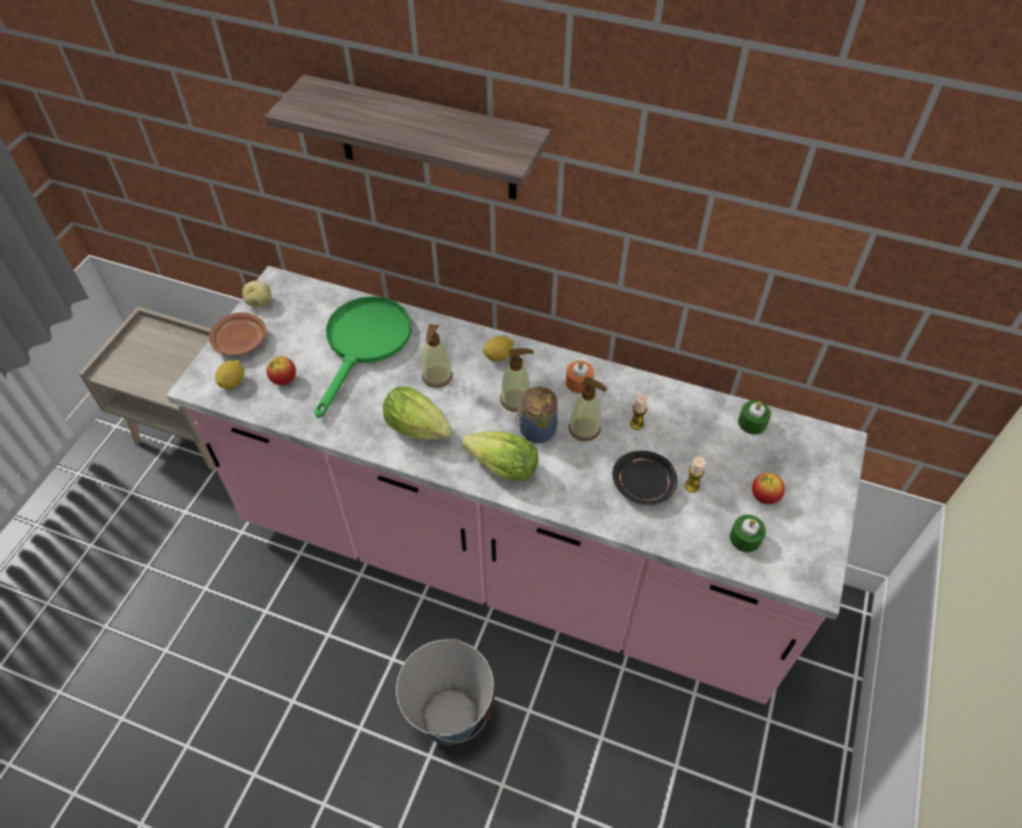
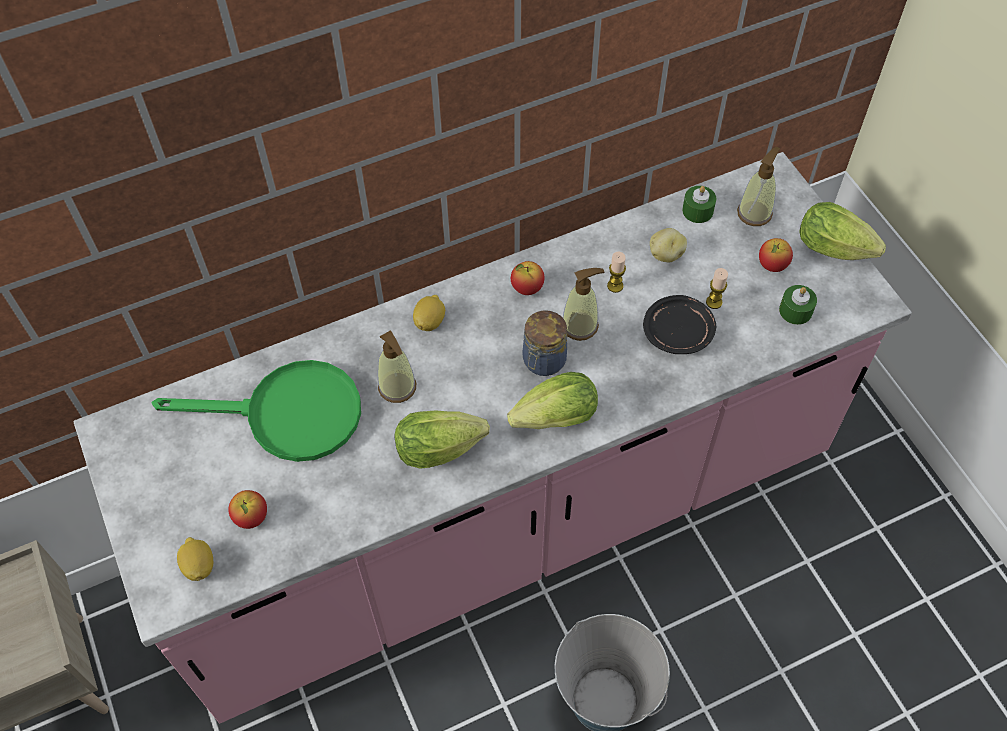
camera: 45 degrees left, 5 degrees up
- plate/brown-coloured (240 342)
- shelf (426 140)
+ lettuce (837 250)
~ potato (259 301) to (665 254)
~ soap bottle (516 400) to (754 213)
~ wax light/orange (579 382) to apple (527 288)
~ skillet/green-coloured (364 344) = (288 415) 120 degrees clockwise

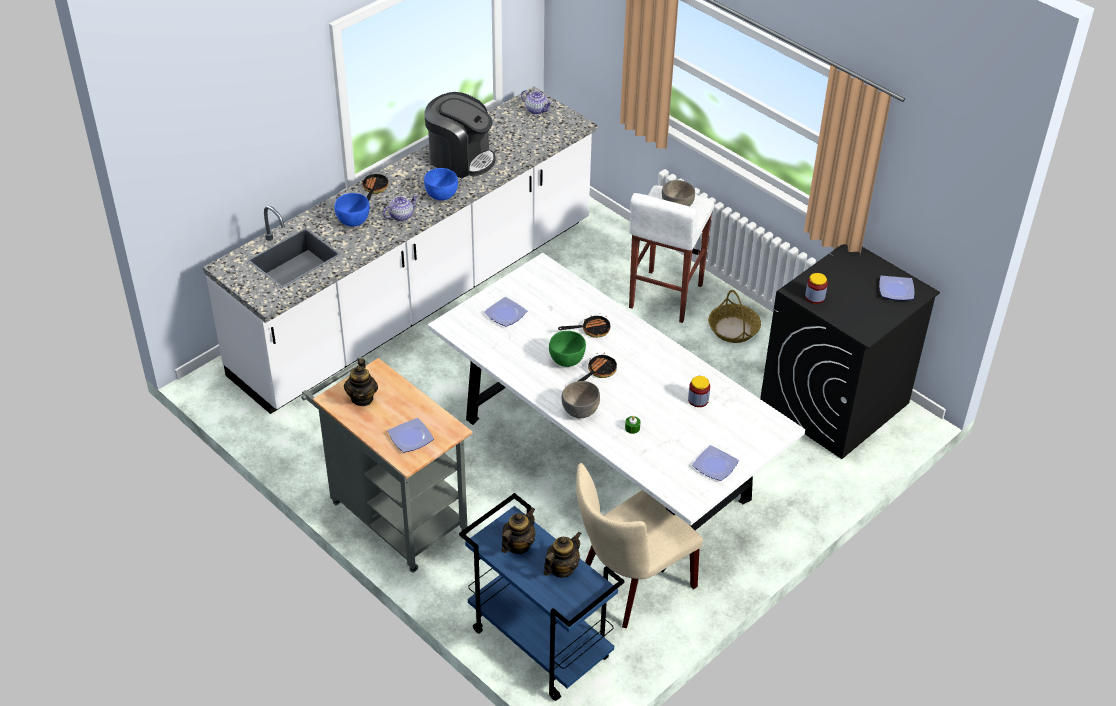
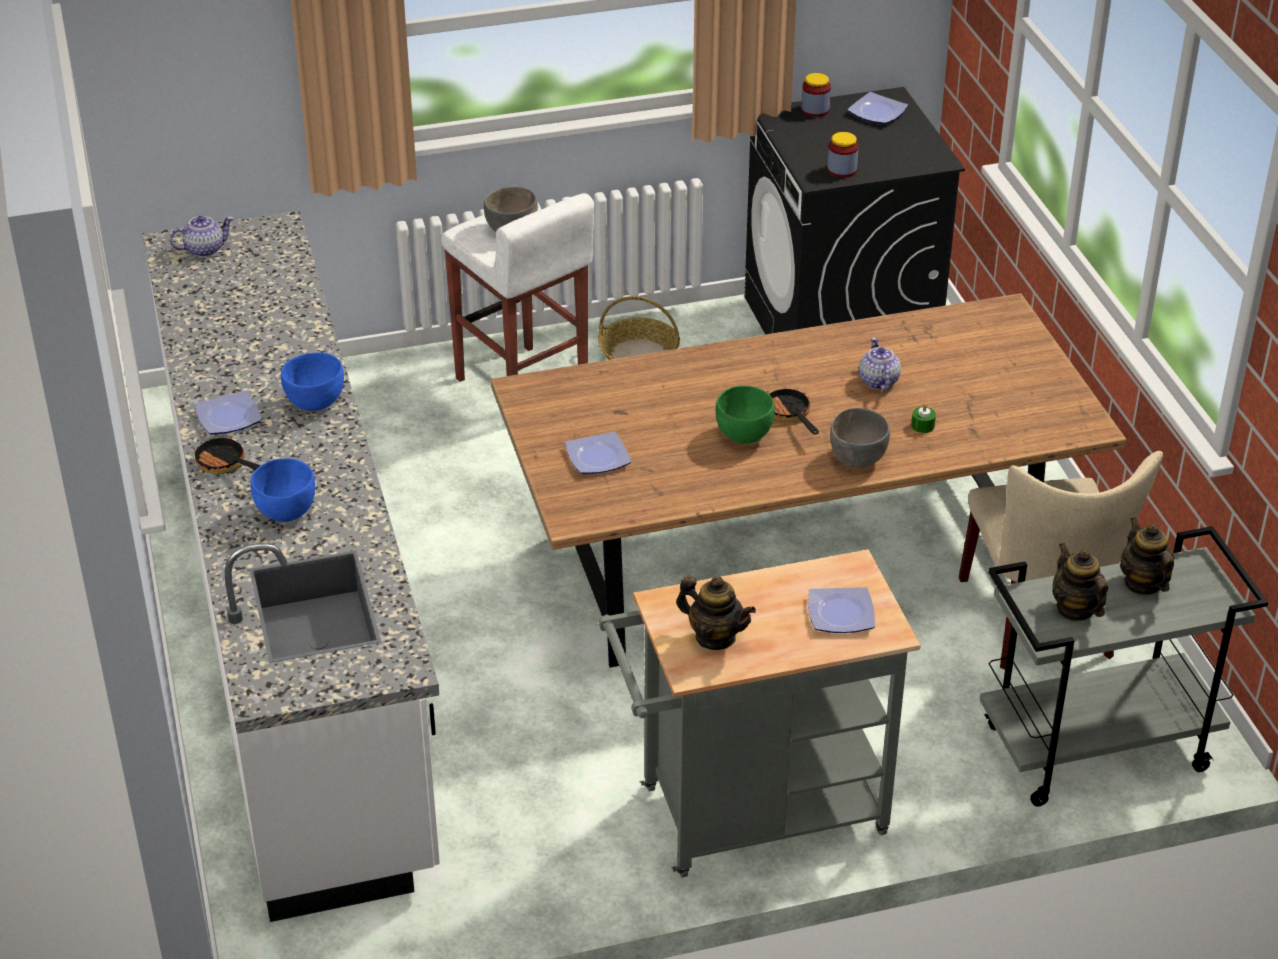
camera: 60 degrees left, 5 degrees down
- coffee brewer (460 158)
- skillet (591 330)
~ teapot (401 216) to (877 381)
~ jar (698 400) to (815 110)
~ plate (716 465) to (229 416)
~ dinner table/whitish (605 459) to dinner table/brown-coloured (794 559)
~ cart/blue (538 644) to cart/greyish (1095 750)

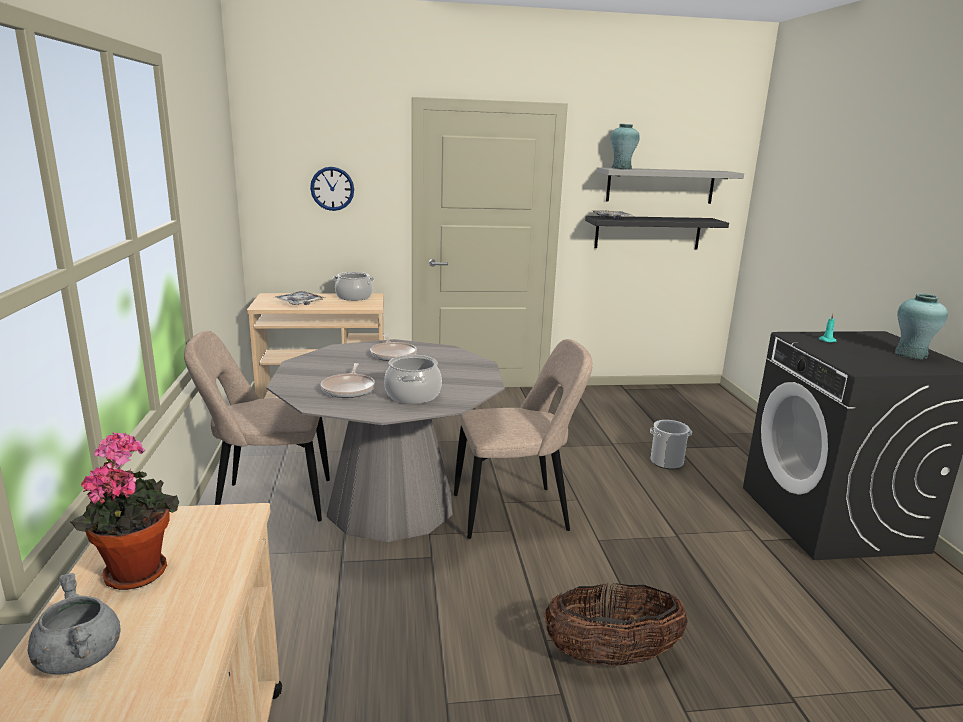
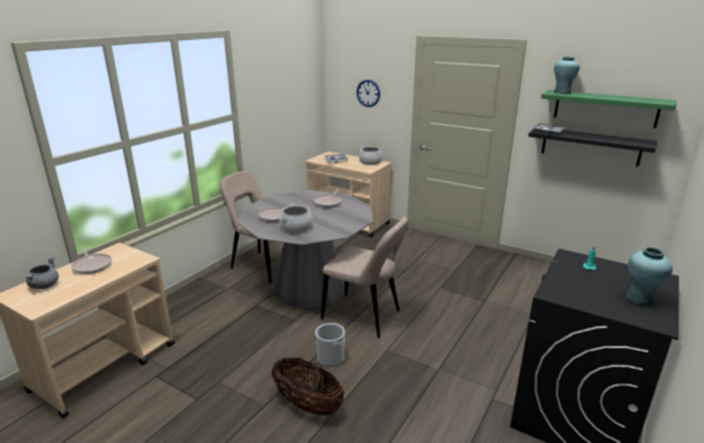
camera: 40 degrees right, 5 degrees up
~ bucket (666 462) to (330 358)
~ plant in a pot (136 570) to skillet (92 266)
~ shelf/greyish (660 185) to shelf/green-coloured (605 108)

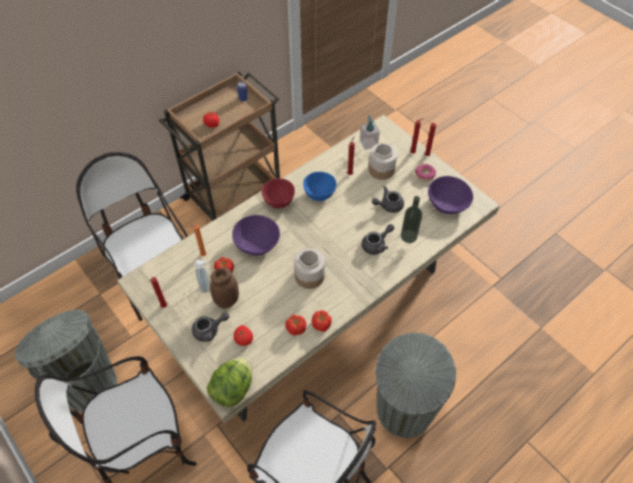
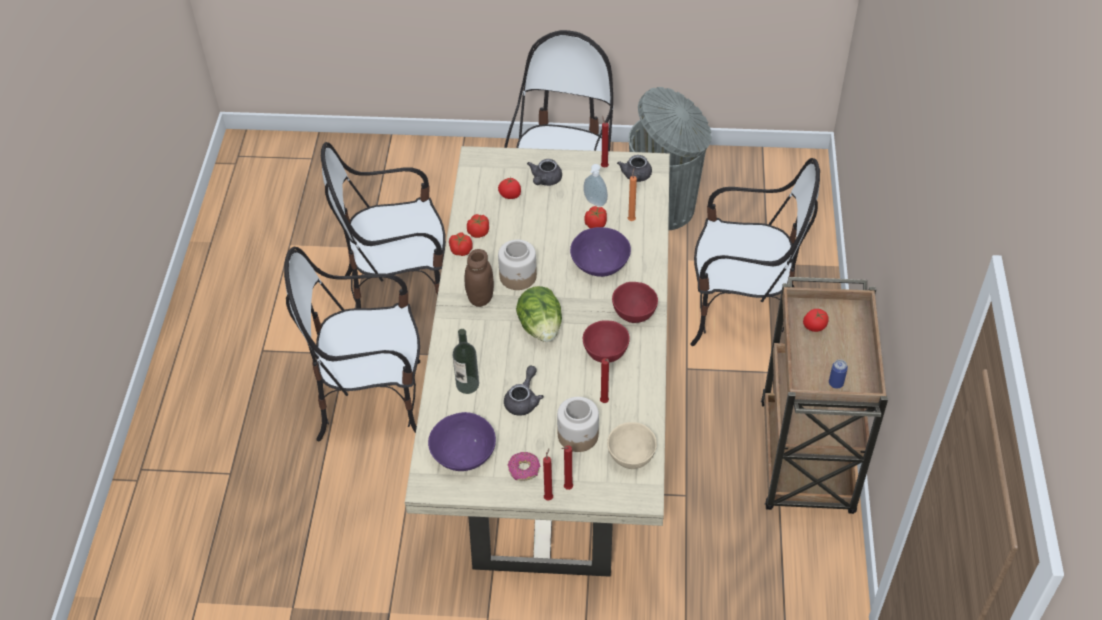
camera: 135 degrees right, 5 degrees down
~ lettuce (233 389) to (540 327)
~ jar/brown-coloured (227 301) to (480 298)
~ teapot/greyish (376 244) to (635 177)
~ soap bottle (368 143) to serving bowl/sand-coloured (631 457)
~ trash can/greyish (403 412) to chair (372 402)
~ serving bowl/blue (319 194) to serving bowl/red-coloured (606 353)

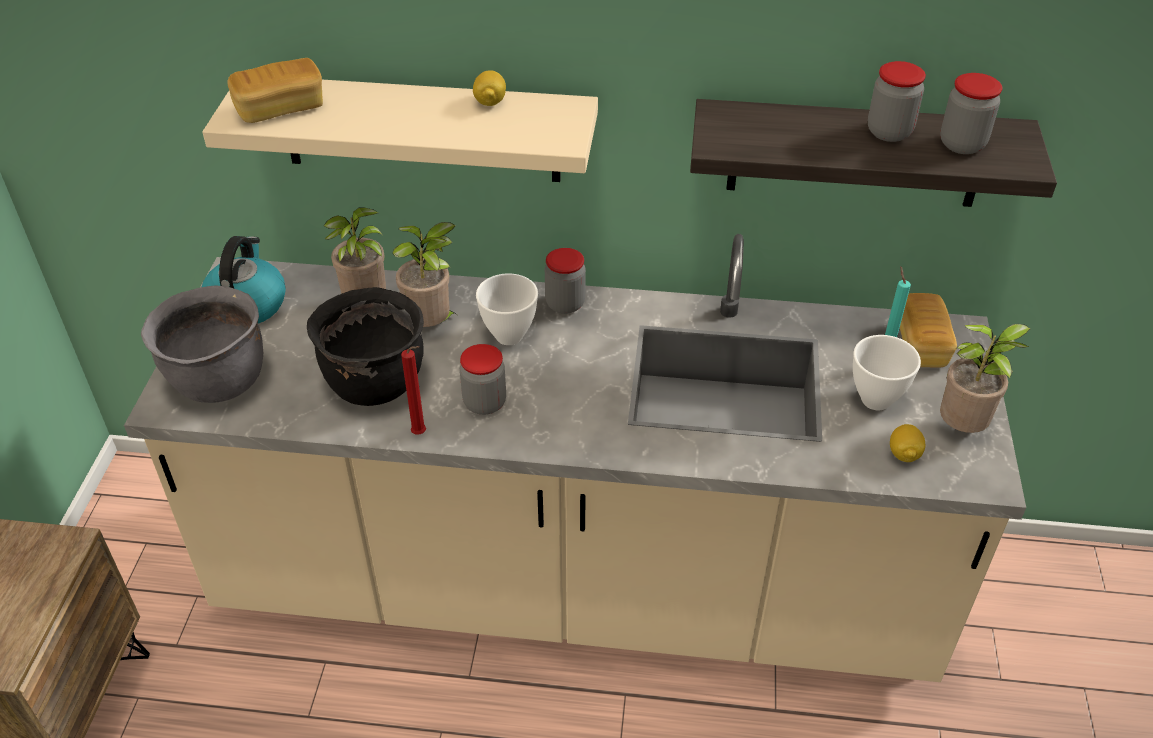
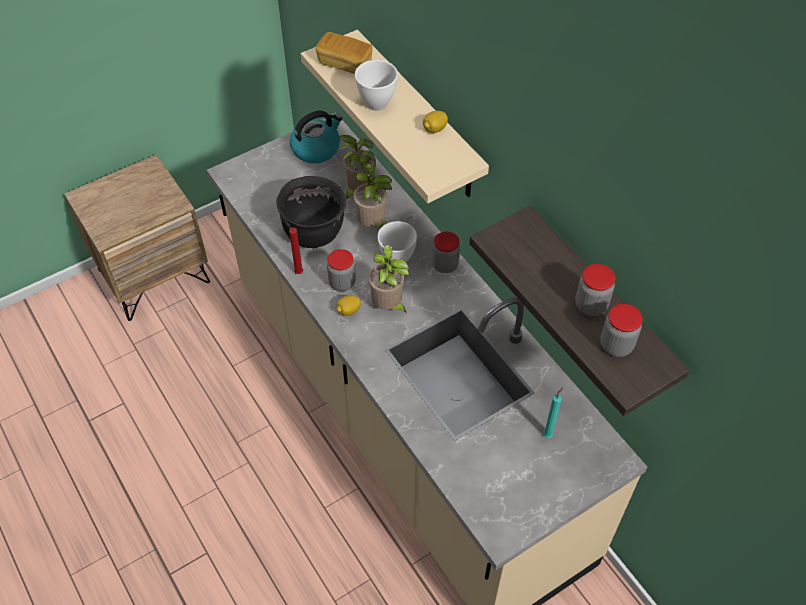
camera: 50 degrees right, 10 degrees up
- saucepot/greyish (218 381)
- bakery bread (921 345)
~ serving bowl/whitish (877 399) to (378 104)
~ lemon (904 454) to (348 311)
~ plant in a pot (963 429) to (388 306)

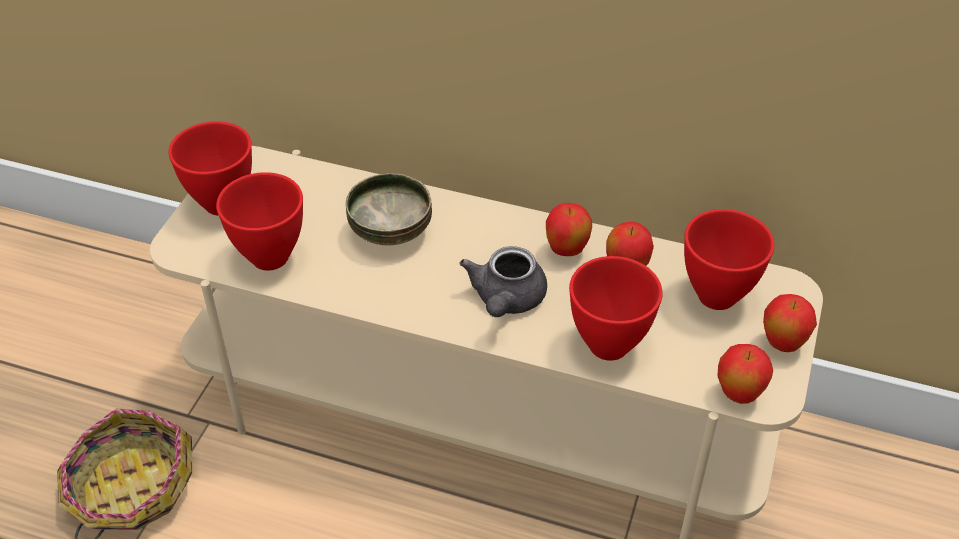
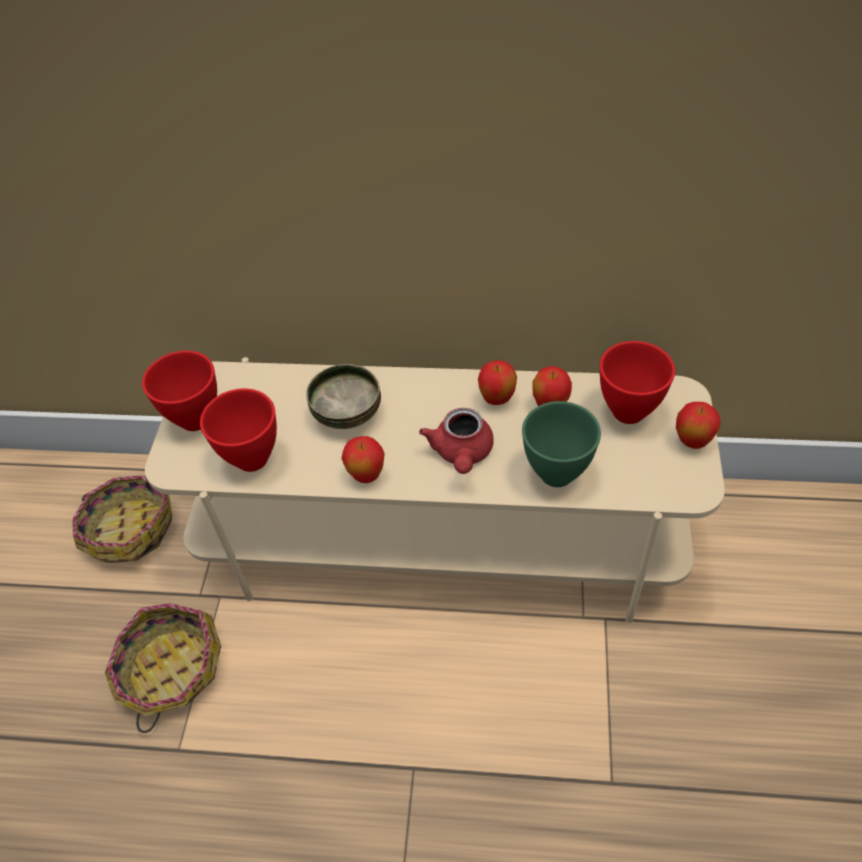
camera: 10 degrees left, 5 degrees up
+ storage basket (129 528)
~ apple (738 394) to (366 475)
~ teapot/greyish (506 300) to teapot/red-coloured (461 453)
~ serving bowl/red-coloured (606 346) to serving bowl/green-coloured (555 475)

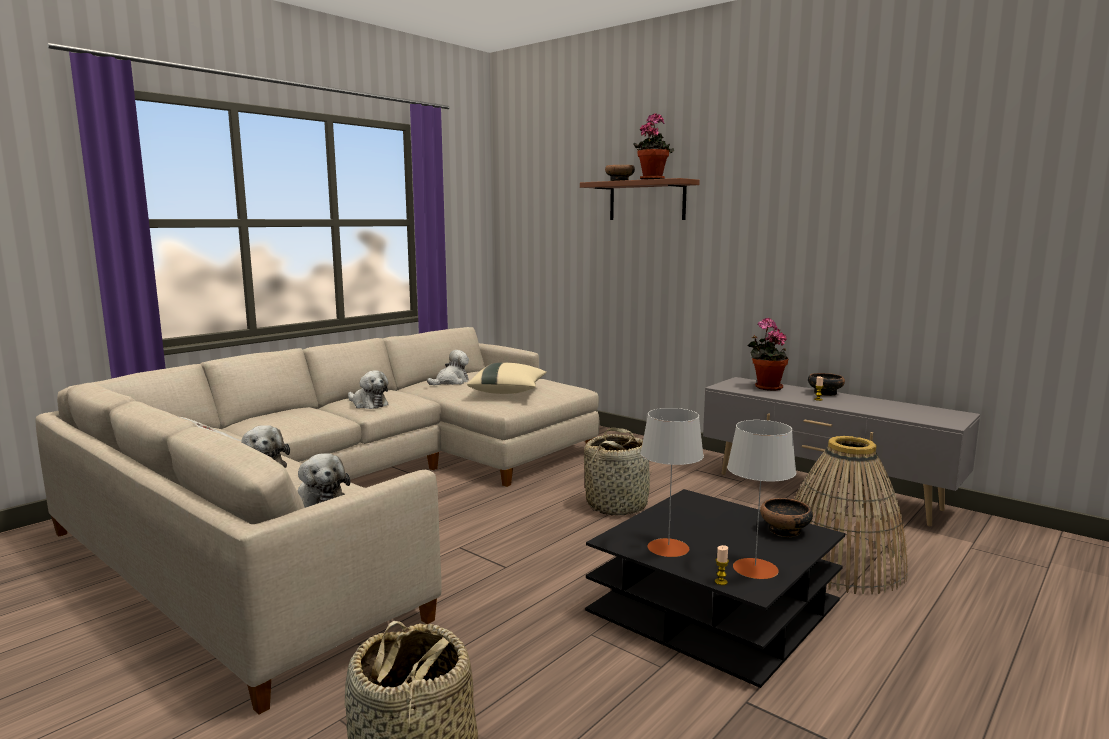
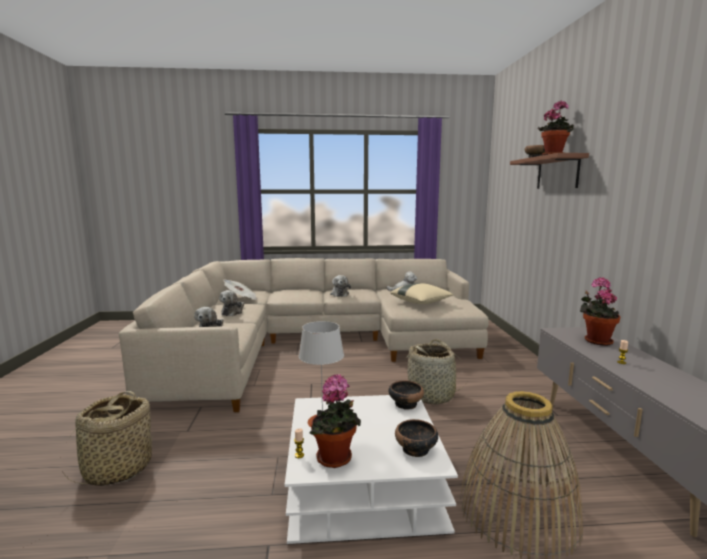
camera: 45 degrees right, 0 degrees up
~ serving bowl (824 393) to (405 403)
~ lamp for a table/greyish (755 568) to plant in a pot (336 460)
~ lounge table/blackish (714 608) to lounge table/whitish (363 483)

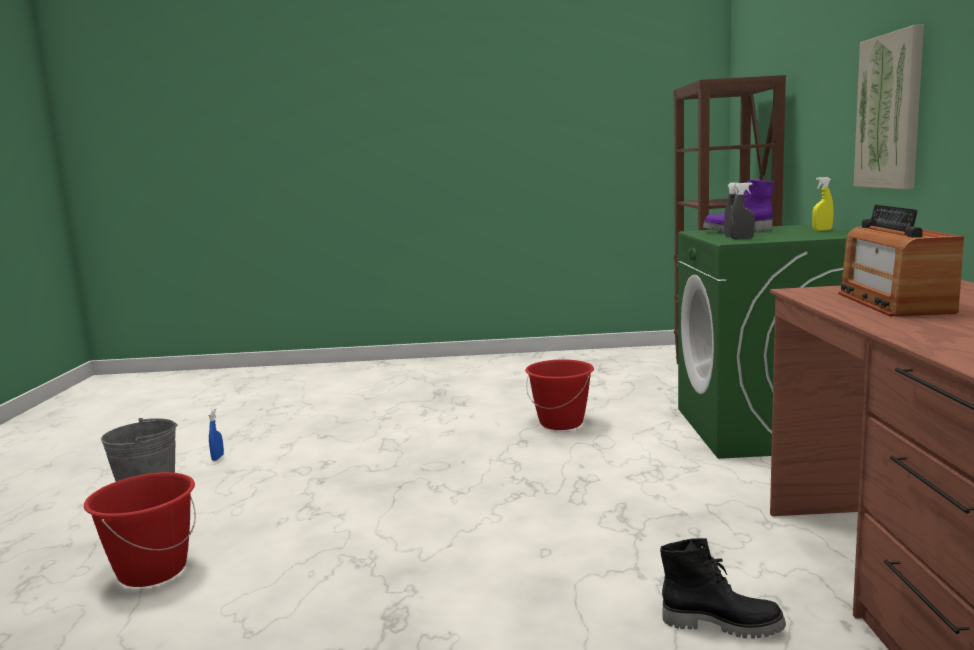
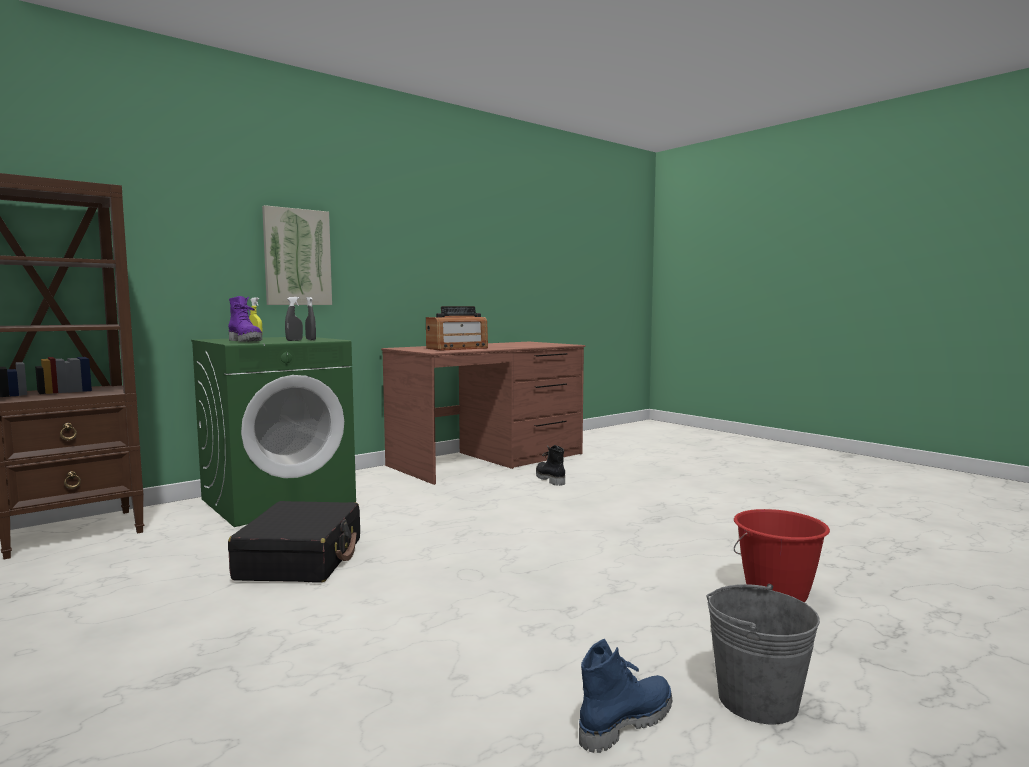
camera: 130 degrees left, 5 degrees down
~ sprayer/blue (218 457) to boot/blue (625 722)
~ bucket/red-coloured (561 423) to travel case/blackish (301 559)

